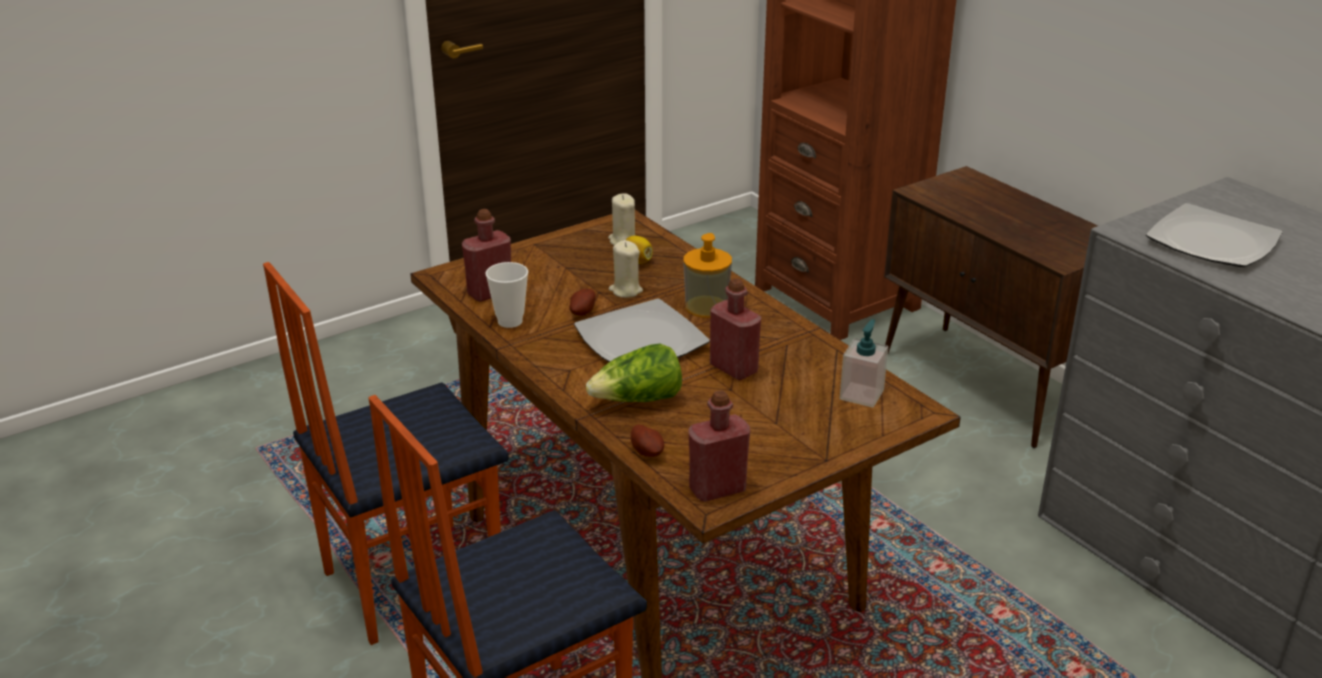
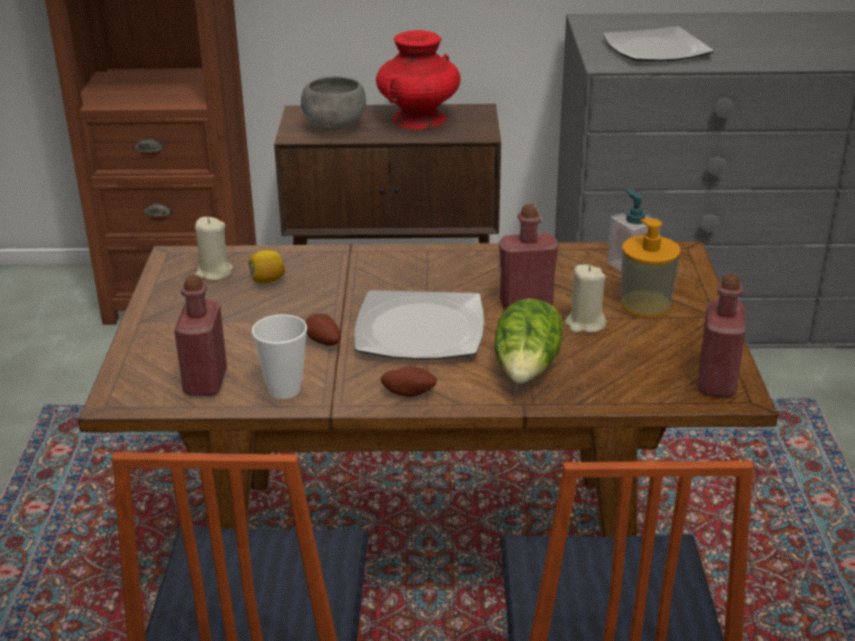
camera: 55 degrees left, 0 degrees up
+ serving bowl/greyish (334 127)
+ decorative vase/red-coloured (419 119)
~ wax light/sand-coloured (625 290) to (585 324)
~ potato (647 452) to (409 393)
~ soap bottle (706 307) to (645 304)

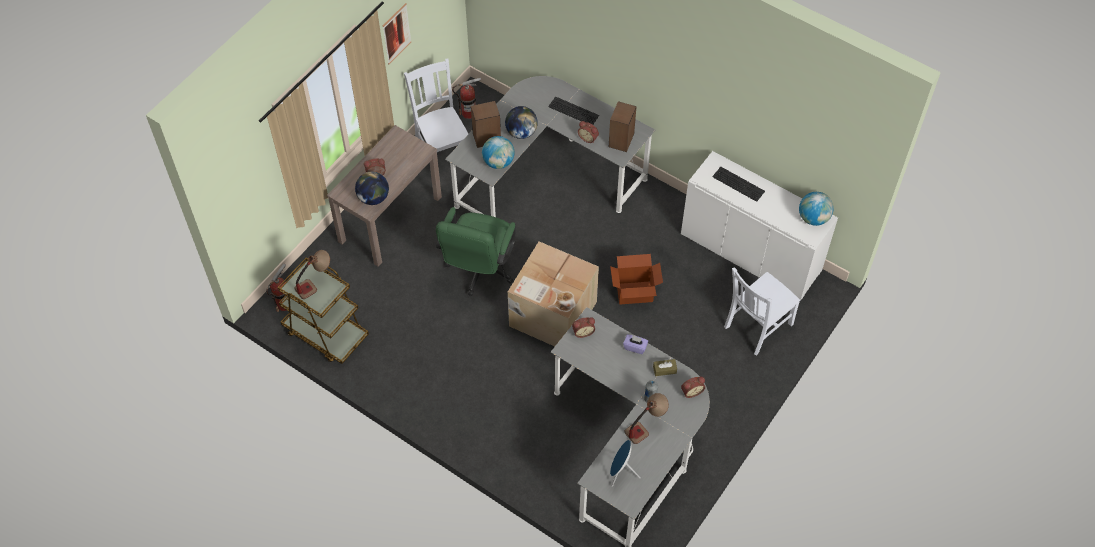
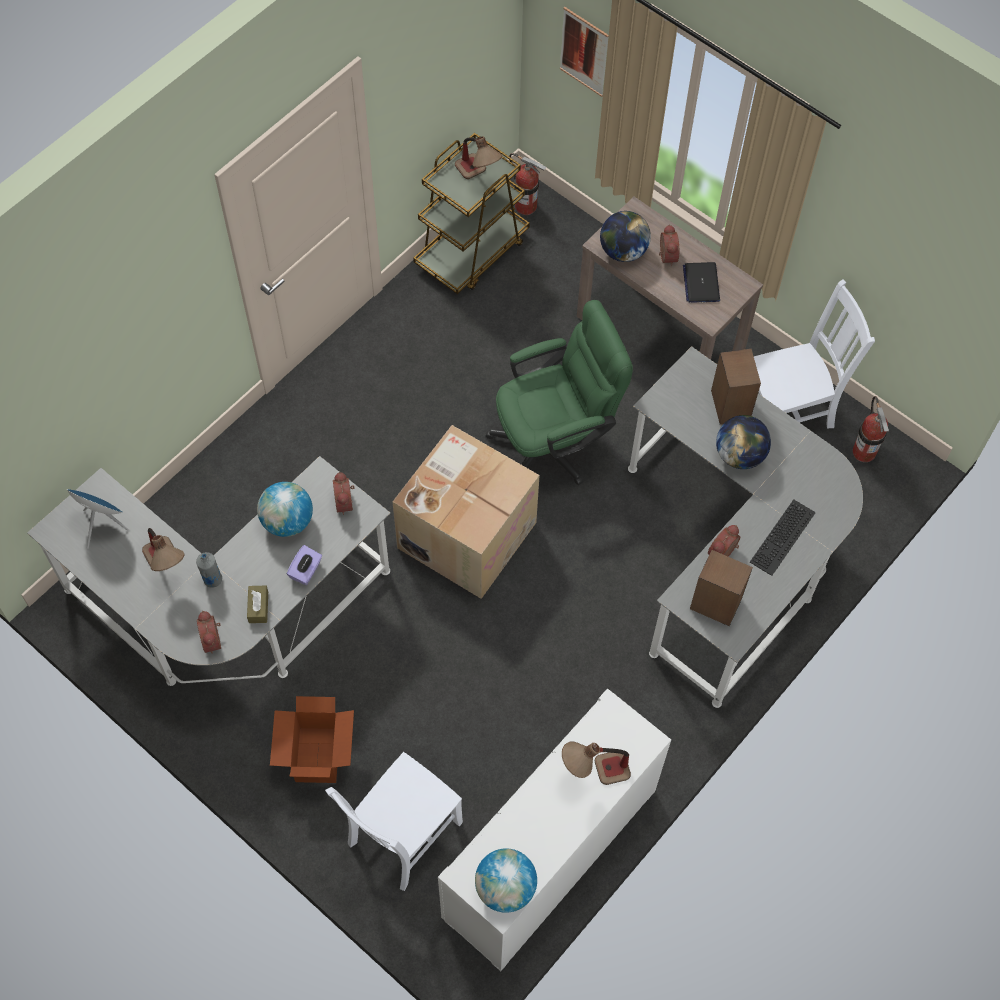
camera: 95 degrees right, 5 degrees up
+ notebook computer (701 283)
~ wall art (396 33) to (584 52)
~ globe (498 162) to (287 522)
~ cardboard box (634 293) to (316 755)
~ computer keyboard (739 183) to lamp for a table (594 772)
~ desk chair/green-coloured (479 271) = (555 443) 135 degrees clockwise
~ chair/whitish (756 327) = (402 836) 105 degrees counterclockwise

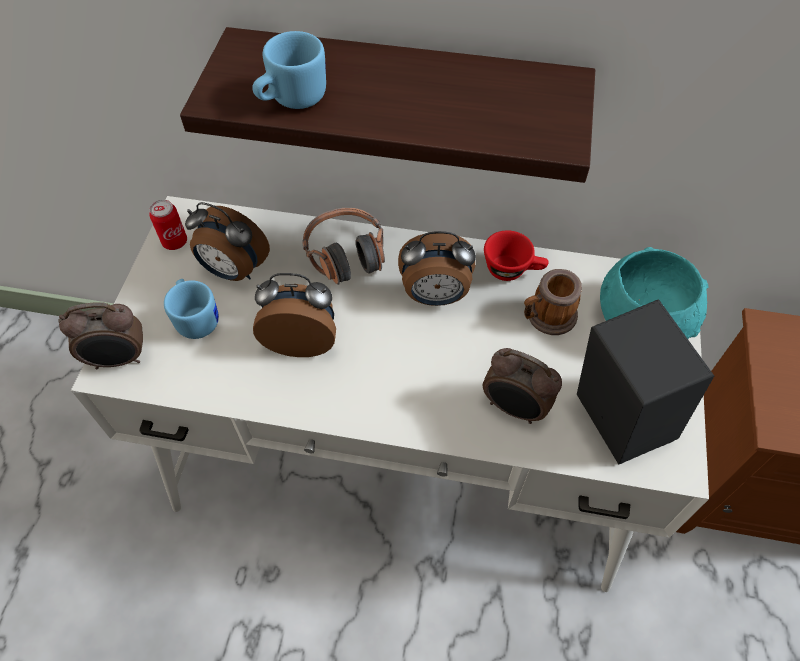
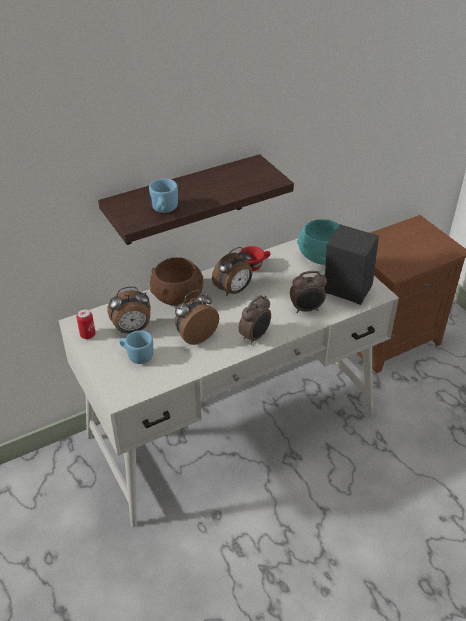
camera: 40 degrees left, 15 degrees down
- mug (546 317)
~ bedside clock (119 359) to (255 336)
~ pair of headphones (346 254) to serving bowl/brown-coloured (177 296)

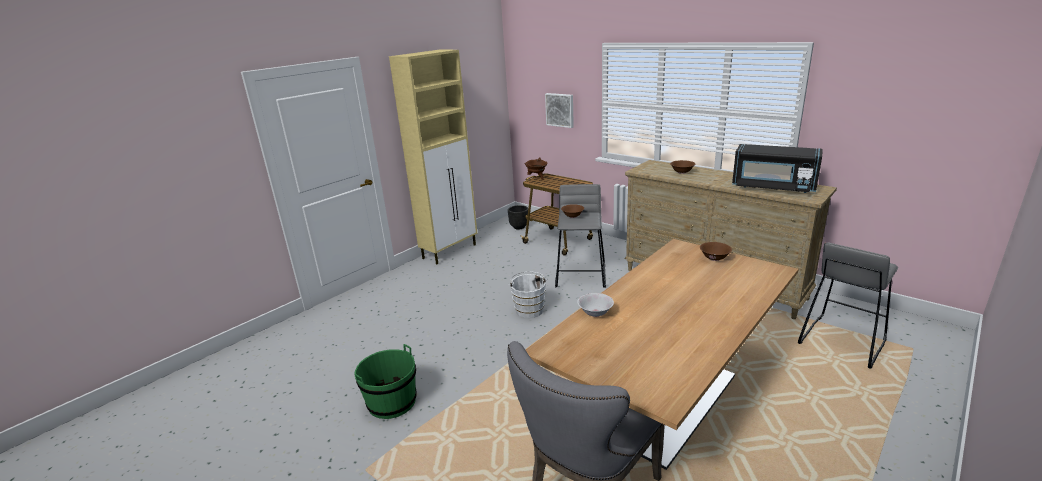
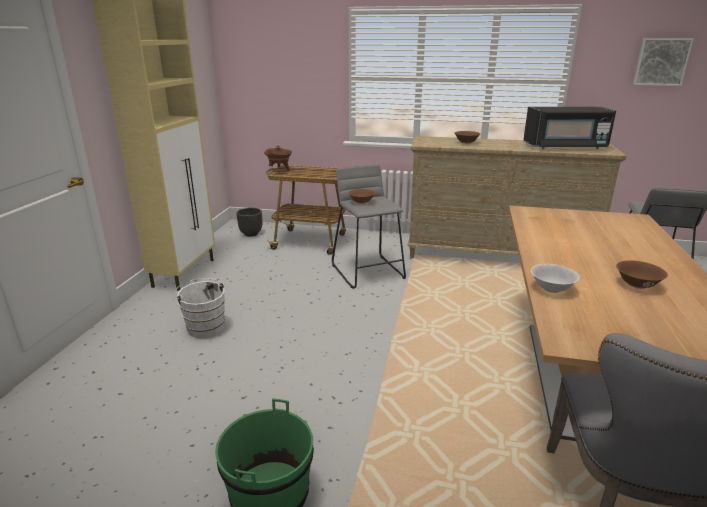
camera: 30 degrees left, 0 degrees up
~ bucket/whitish (529 309) to (205 326)
~ wall art (560 110) to (661 62)
~ serving bowl/brown-coloured (714 258) to (637 284)

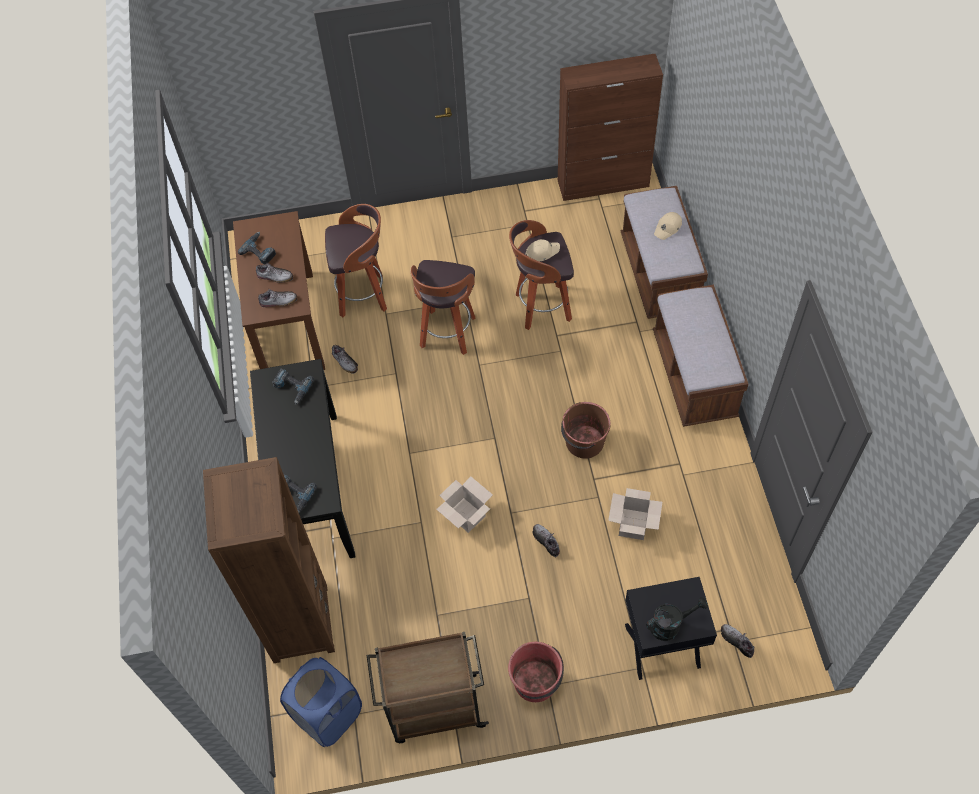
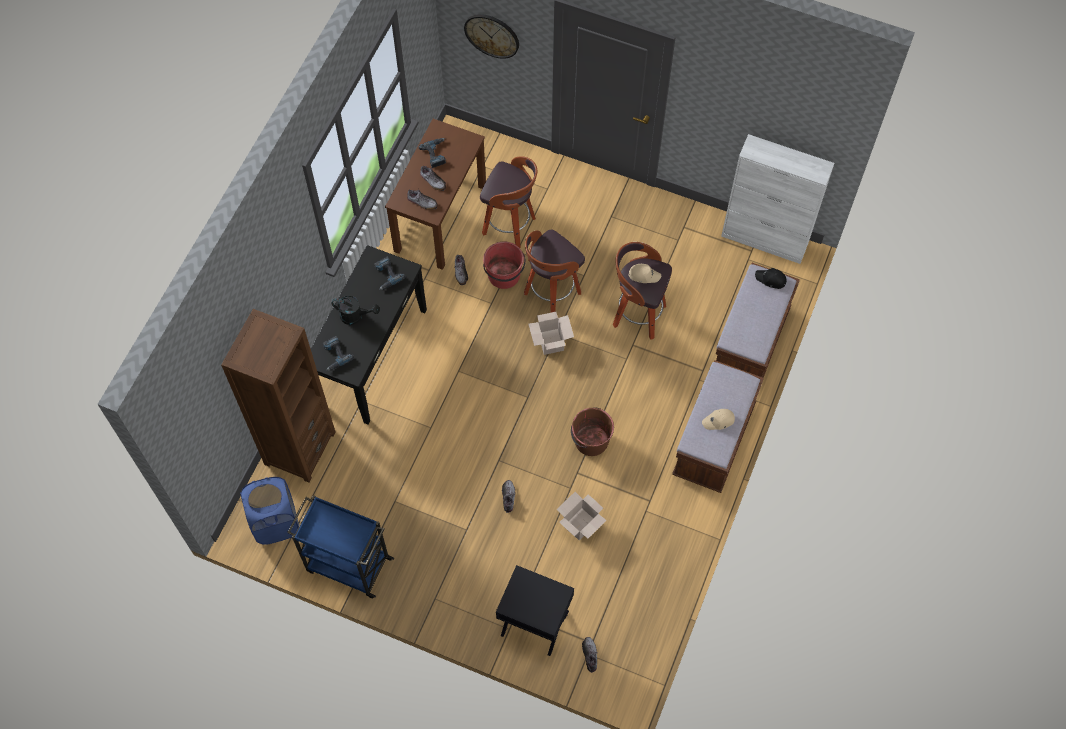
camera: 30 degrees right, 5 degrees up
+ clock on the wall (492 35)
+ cap/blackish (771 279)
~ cardboard box (465 515) to (550 341)
~ bucket/red-coloured (536 682) to (504 276)
~ watering can/blackish (670 625) to (355 316)
~ cap/sand-coloured (668 228) to (719 421)
~ cart/brown-coloured (434 709) to cart/blue (347 564)
~ storage cabinet/brown-coloured (603 183) to storage cabinet/whitish (765 240)

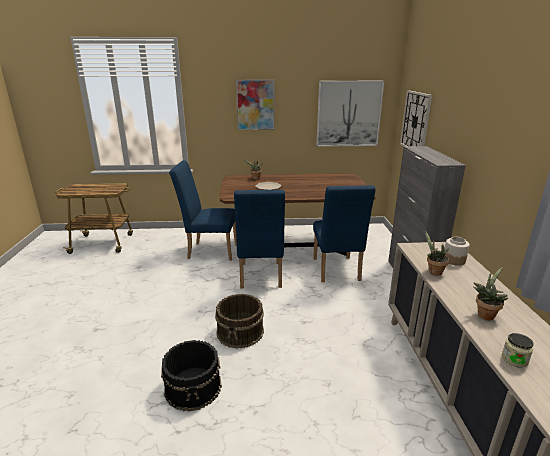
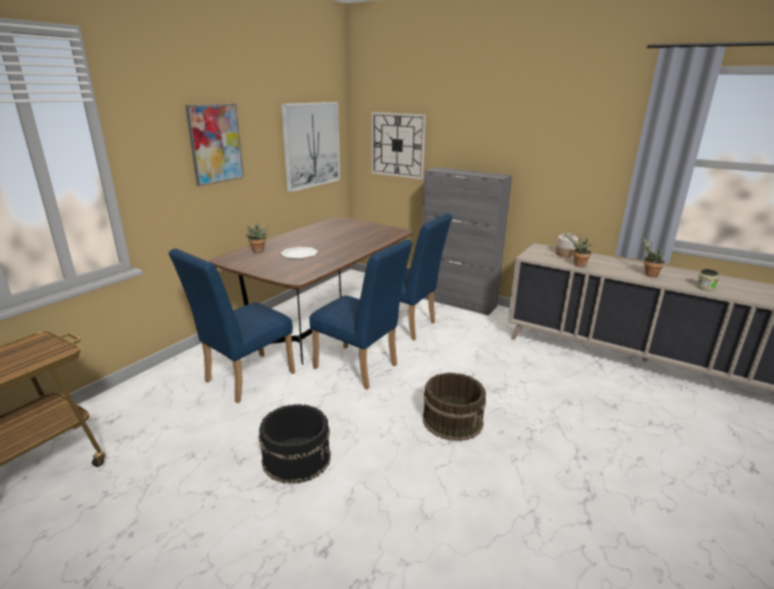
camera: 55 degrees left, 0 degrees up
~ bucket/blackish (194 387) to (297 458)

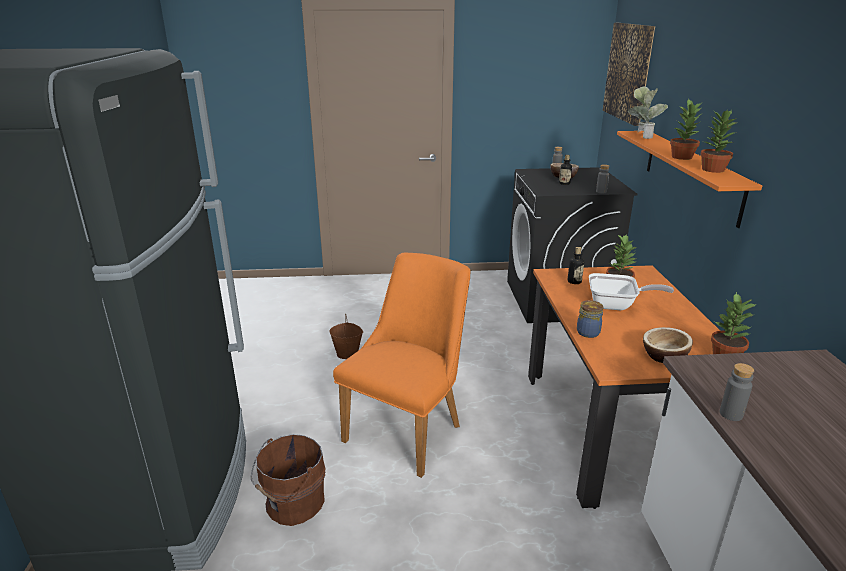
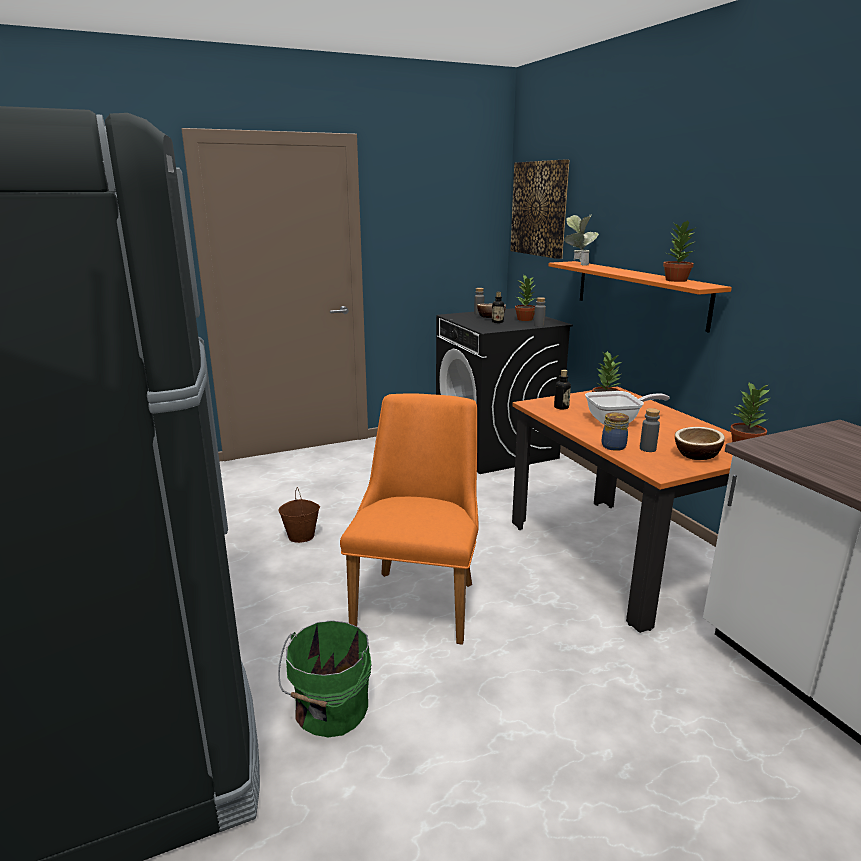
camera: 20 degrees left, 5 degrees down
~ plant in a pot (682 157) to (525 319)
~ bottle/greyish (731 414) to (647 449)
~ bucket/brown-coloured (292 504) to bucket/green-coloured (329 710)

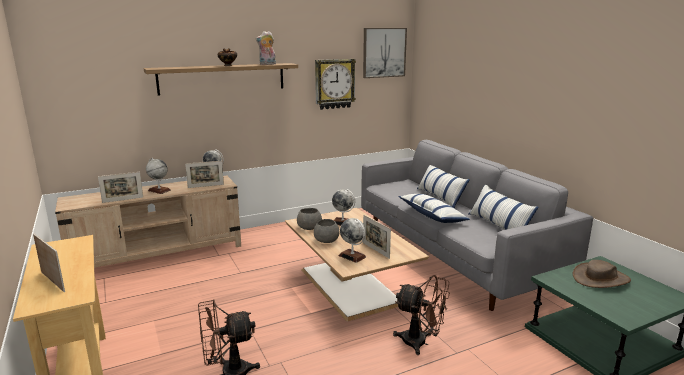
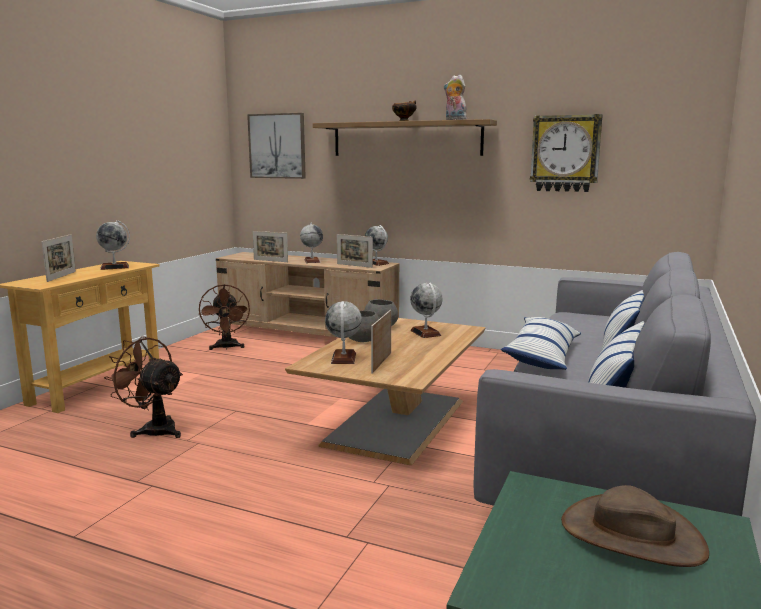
camera: 50 degrees right, 5 degrees down
+ globe (115 267)
~ wall art (384 52) to (277 146)
~ cooling fan/brown-coloured (420 343) to (226 347)

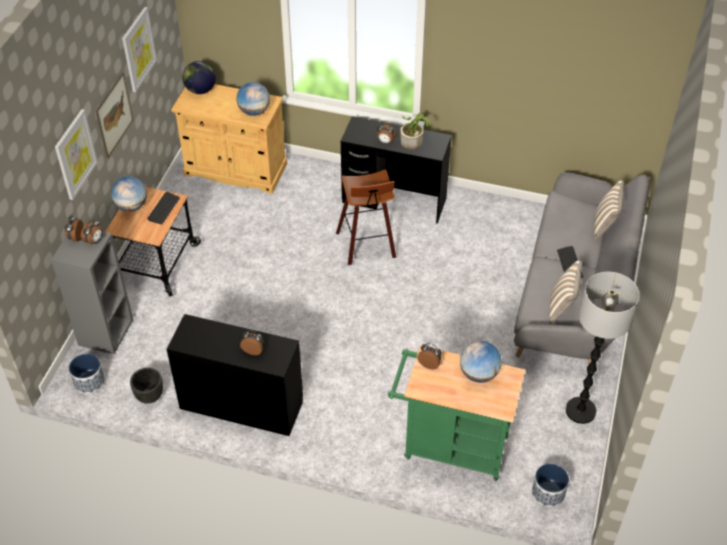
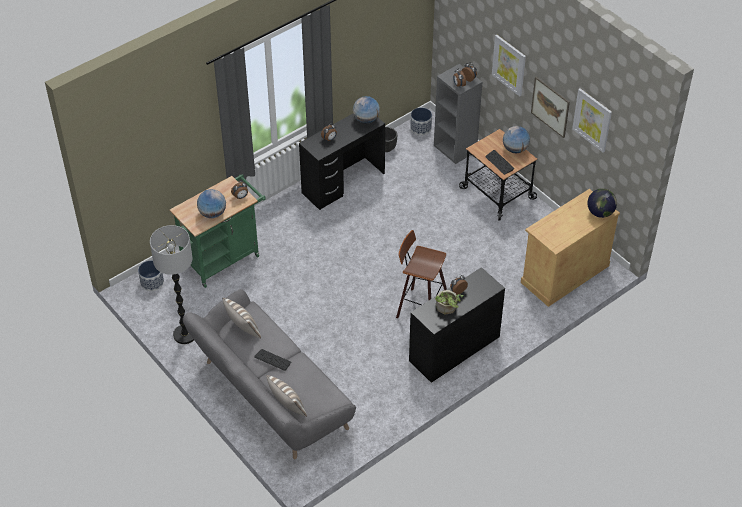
camera: 125 degrees right, 0 degrees up
~ globe (254 111) to (366 120)

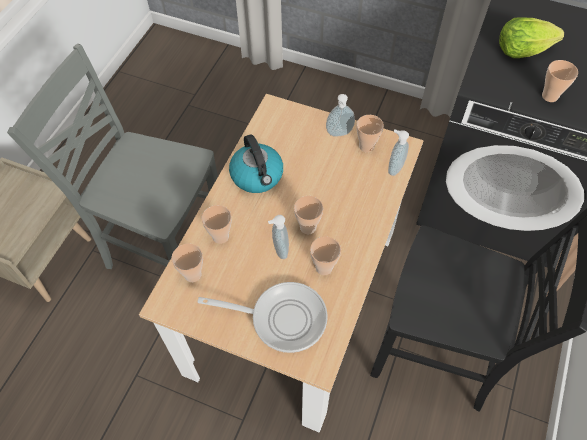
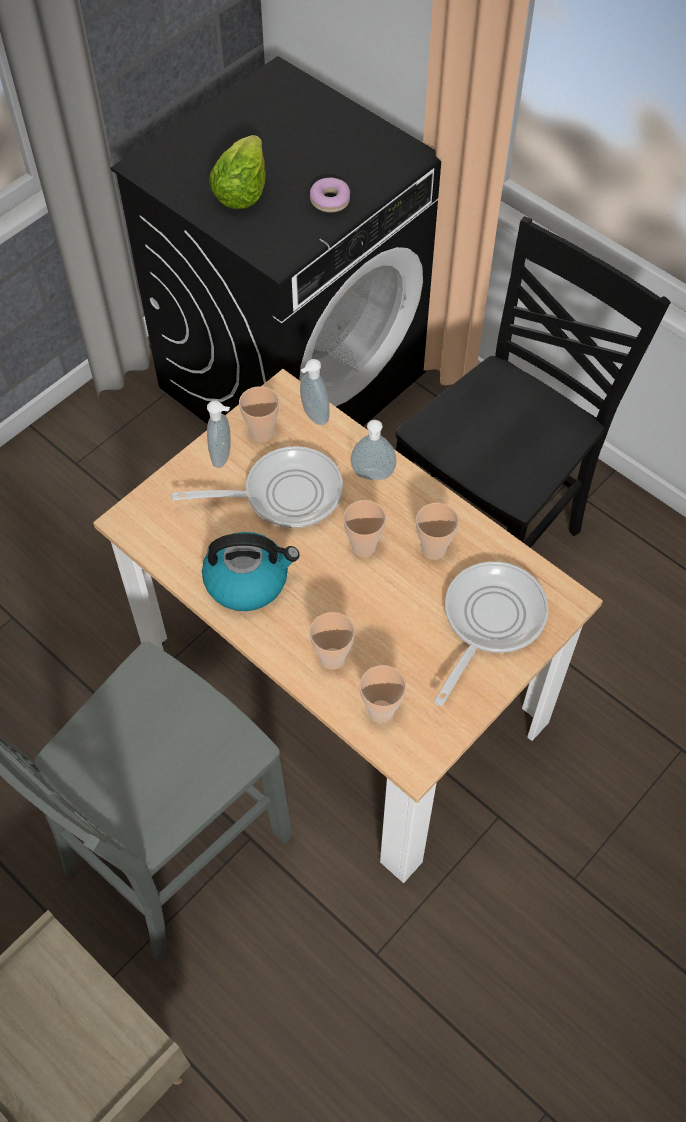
camera: 70 degrees left, 0 degrees up
+ skillet (284 494)
~ soap bottle (279 250) to (372 477)
~ cup (549 96) to ring doughnut (330 200)

